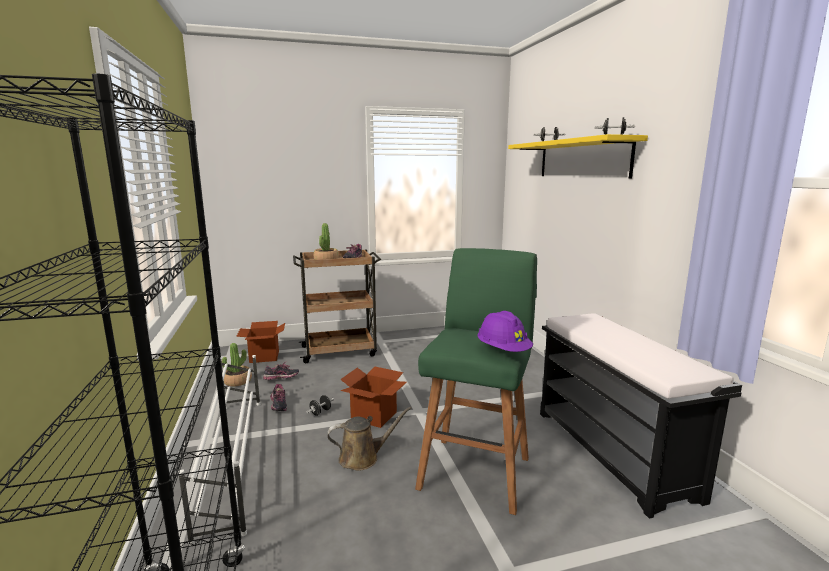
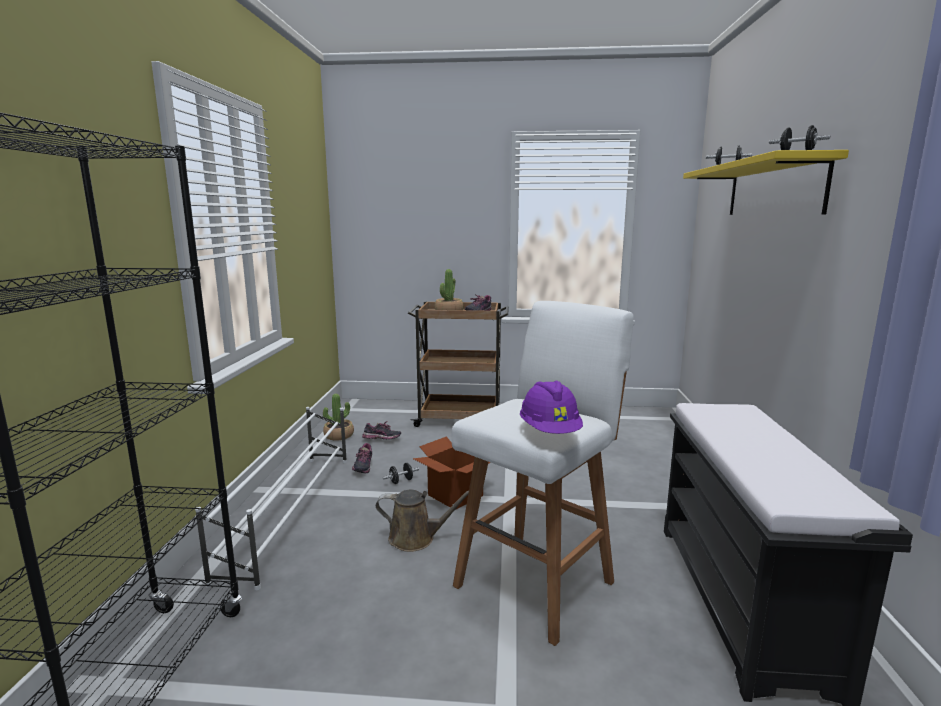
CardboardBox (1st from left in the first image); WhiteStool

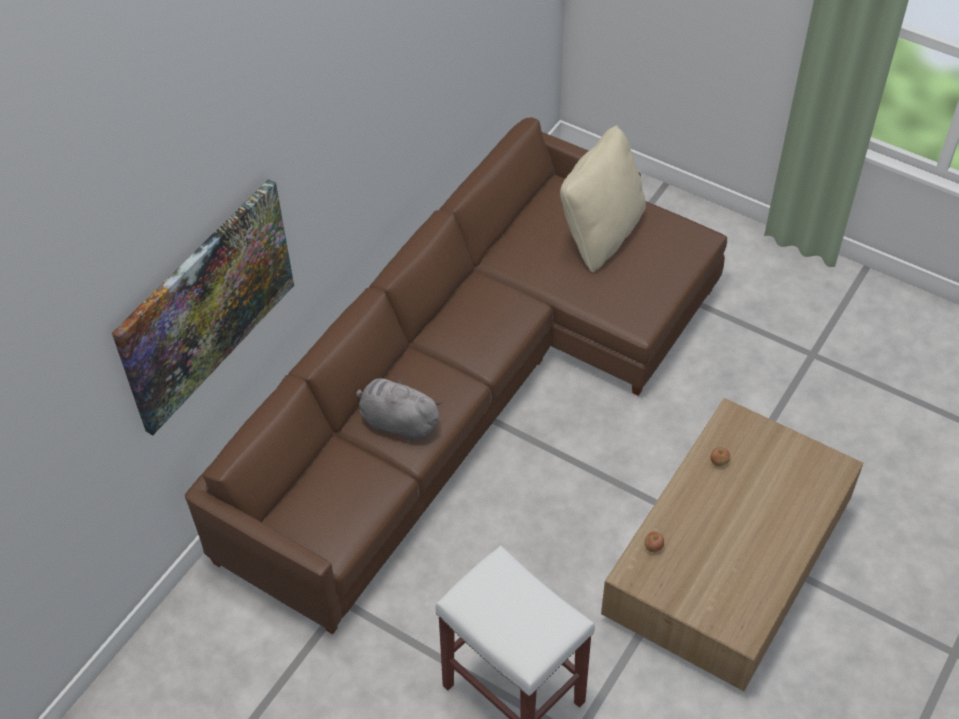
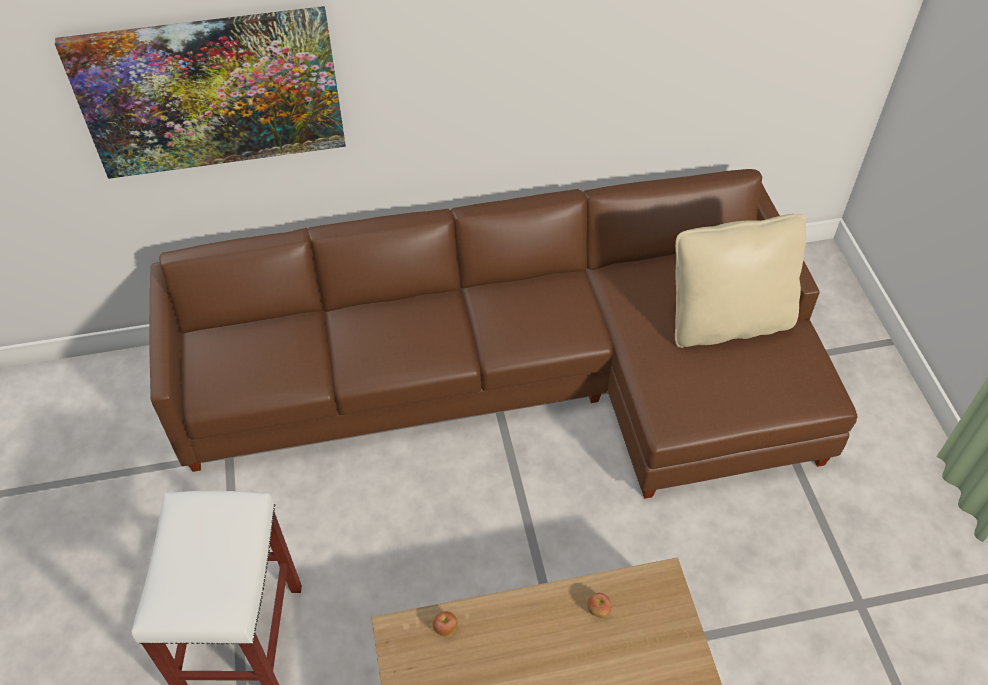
GreyPlushToy

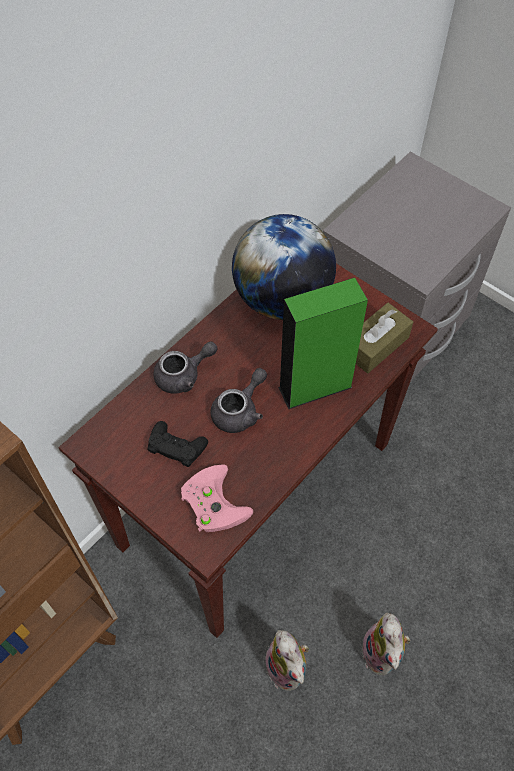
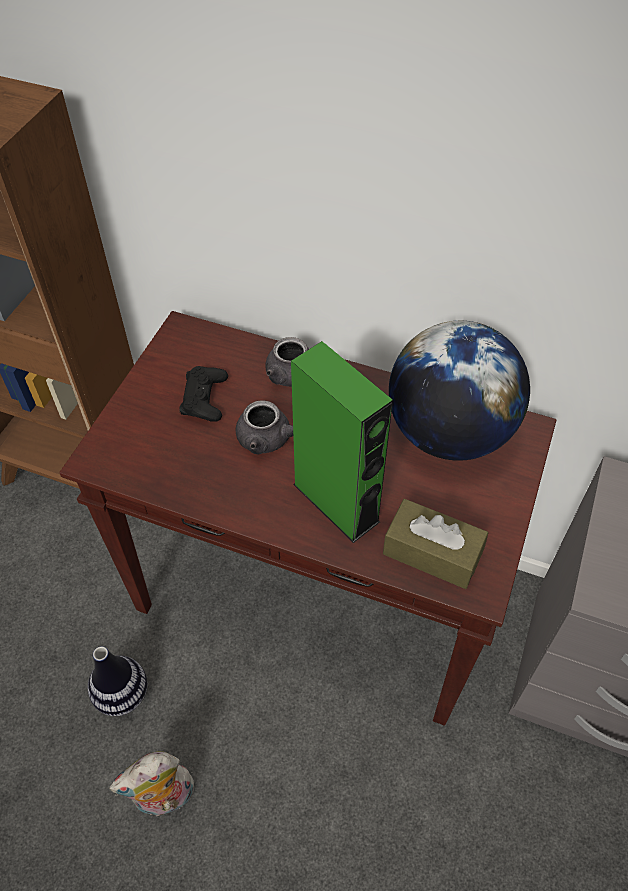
PinkGameController; Vase

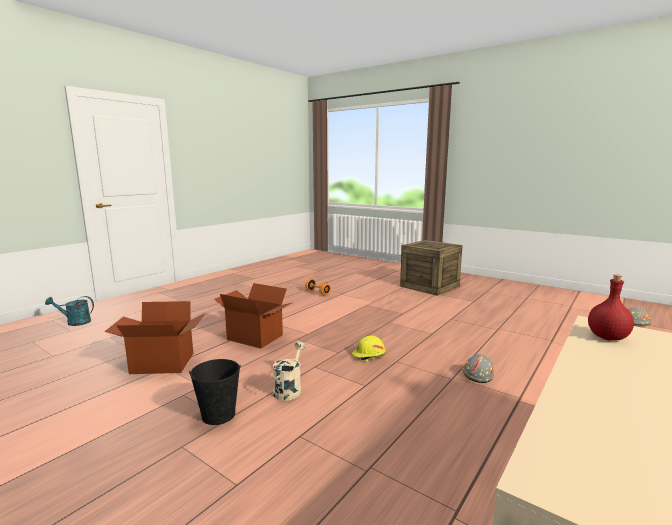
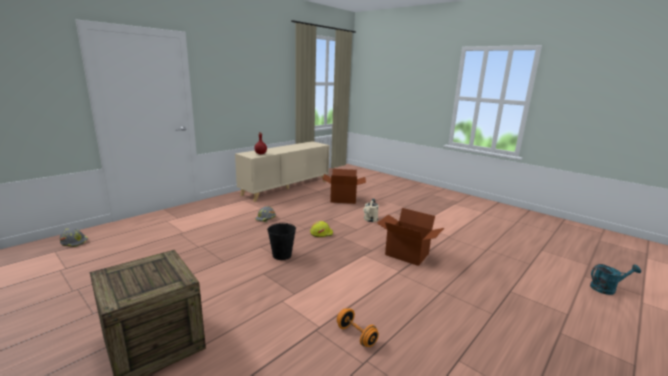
CardboardBox (1st from left); BlackBucket

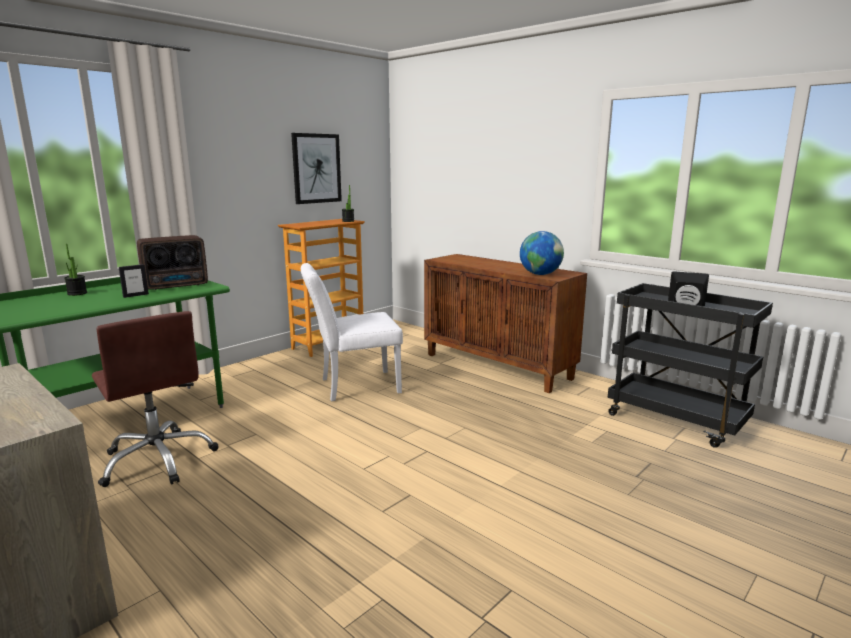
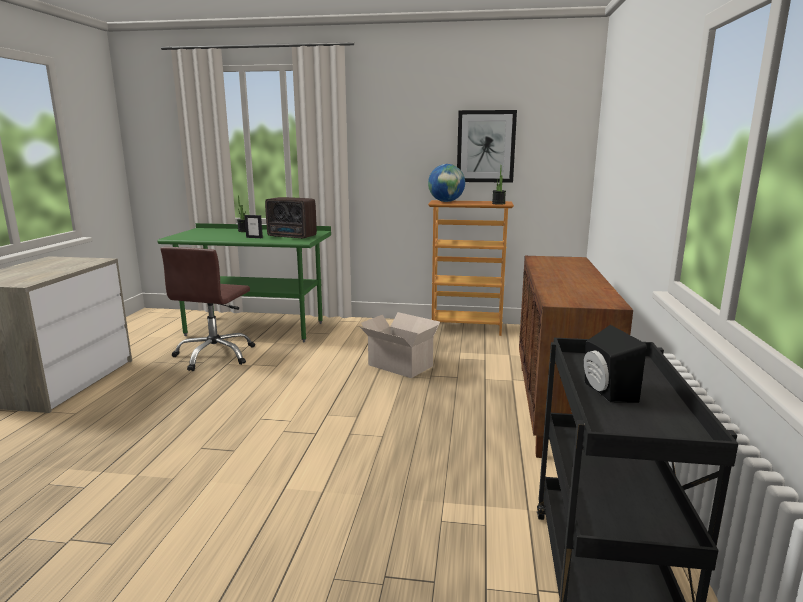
Globe; CardboardBox

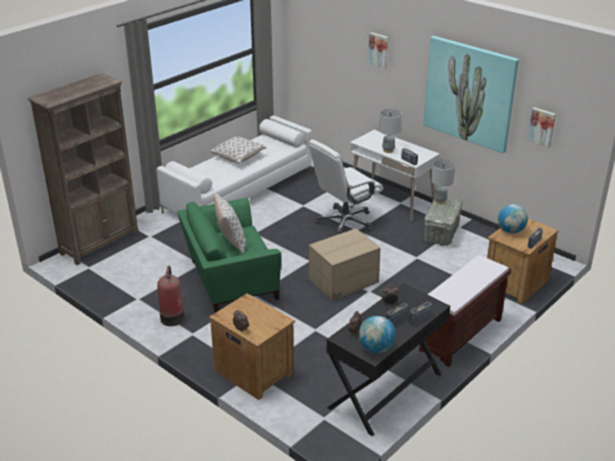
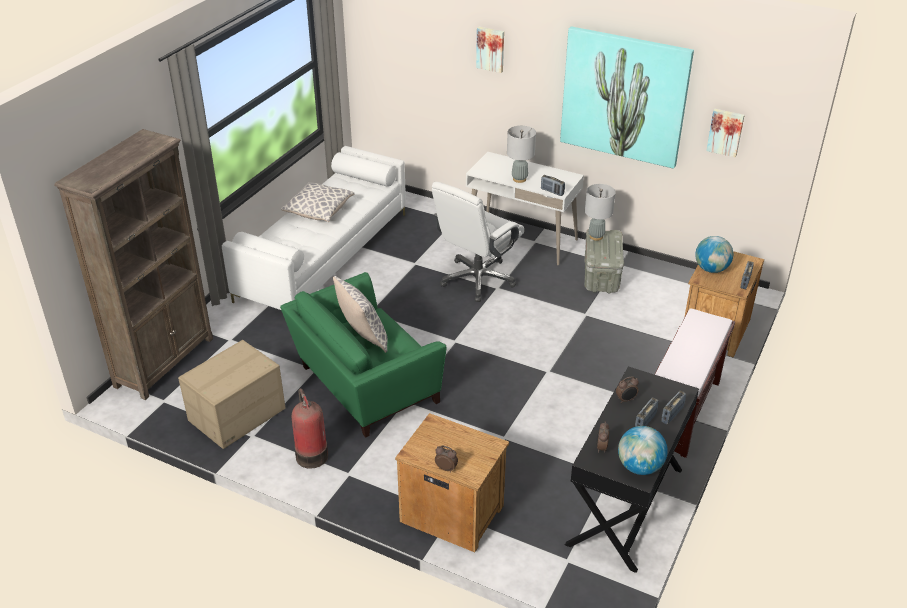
CardboardBox

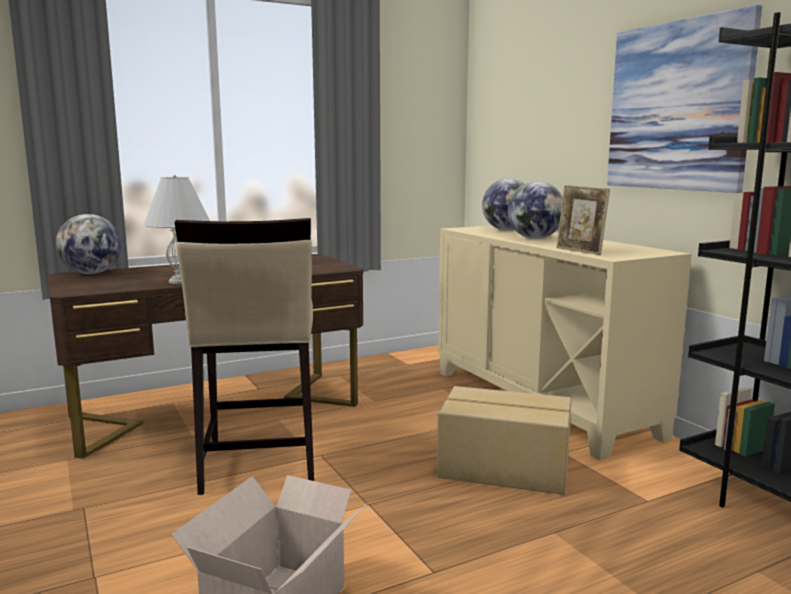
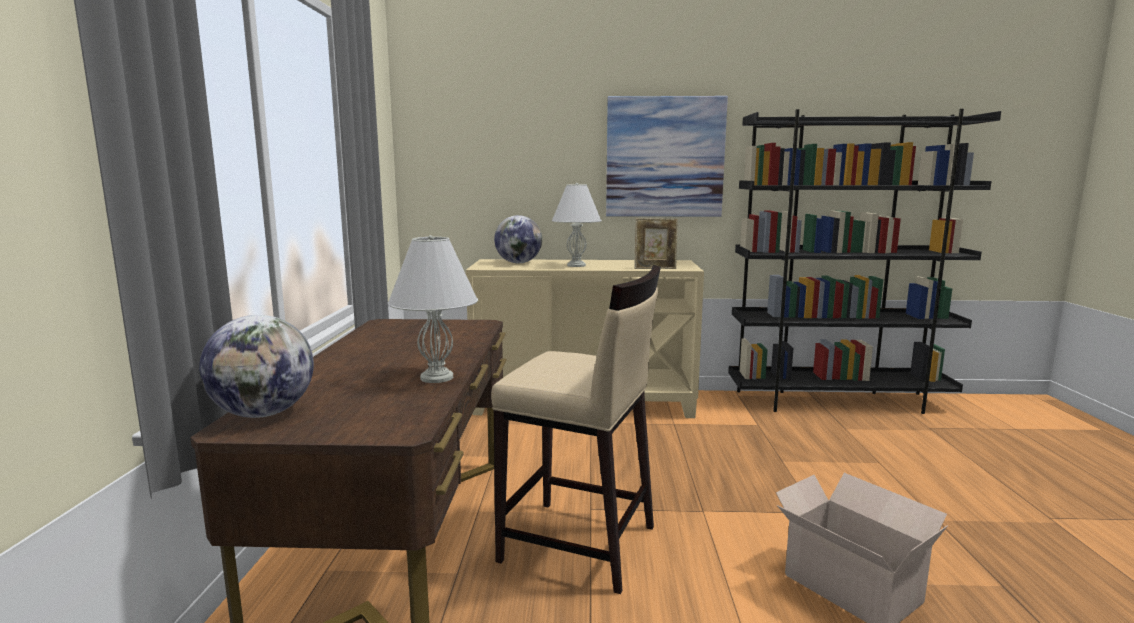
CardboardBox (2nd from left in the first image); WhiteTableLamp (2nd from left)

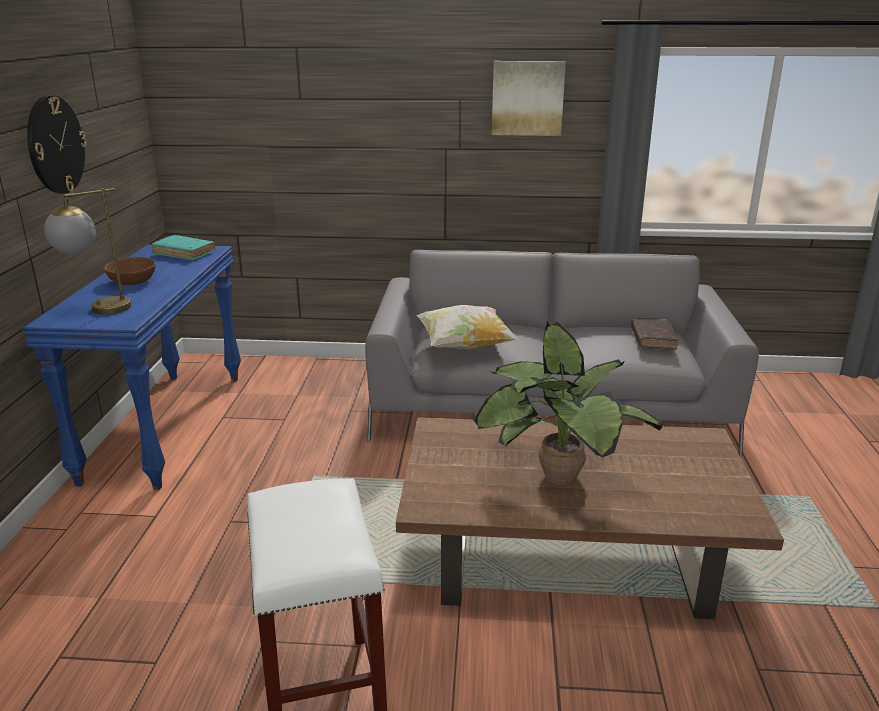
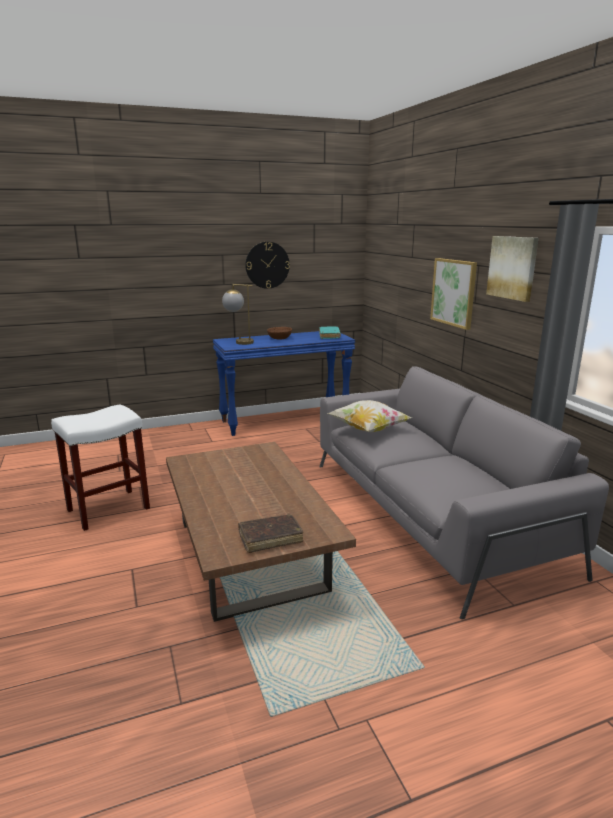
PottedPlant; Picture (1st from left); BrownBook

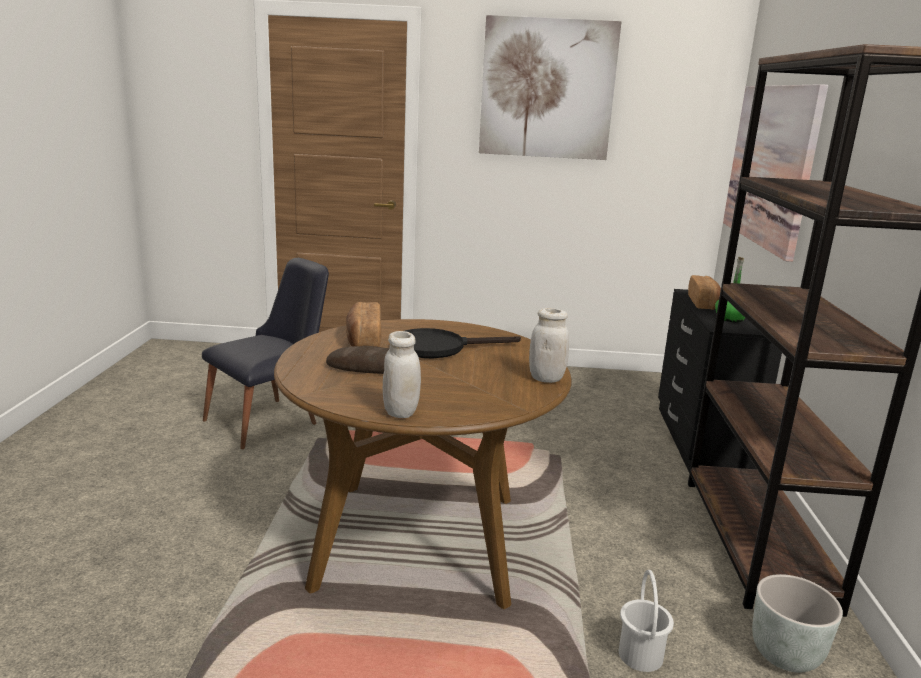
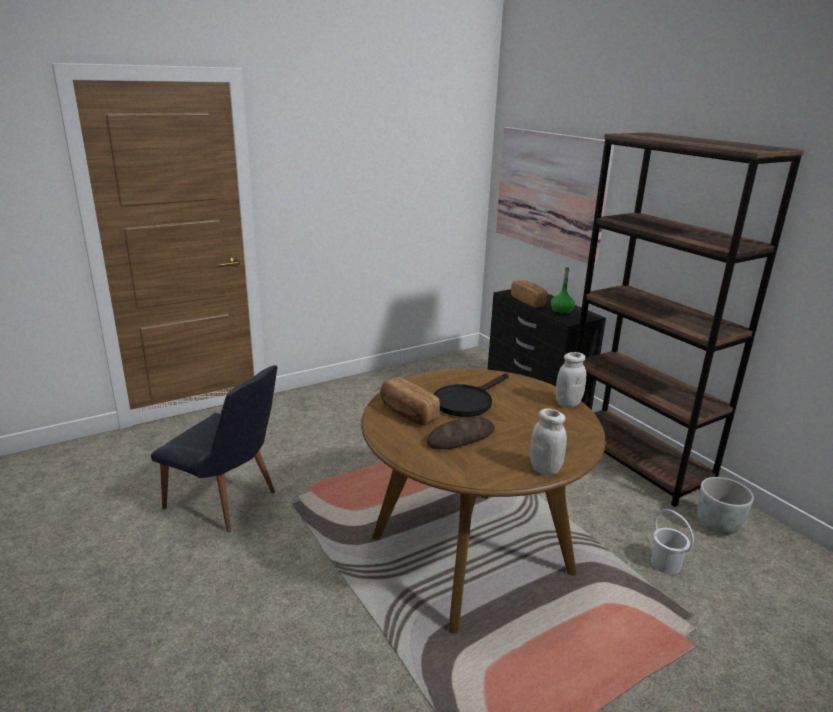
Picture (1st from left in the first image); BlackChair

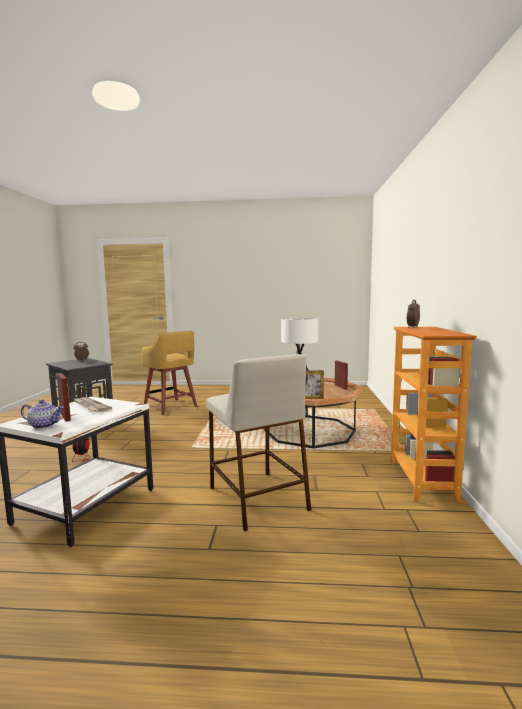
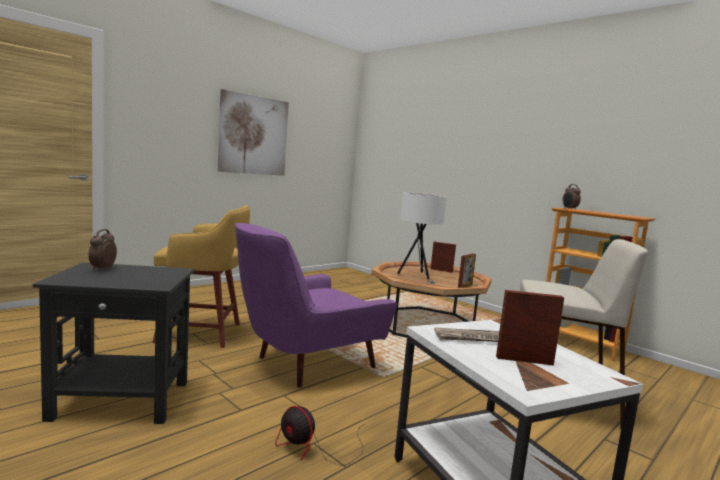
Teapot; Picture; PurpleArmchair

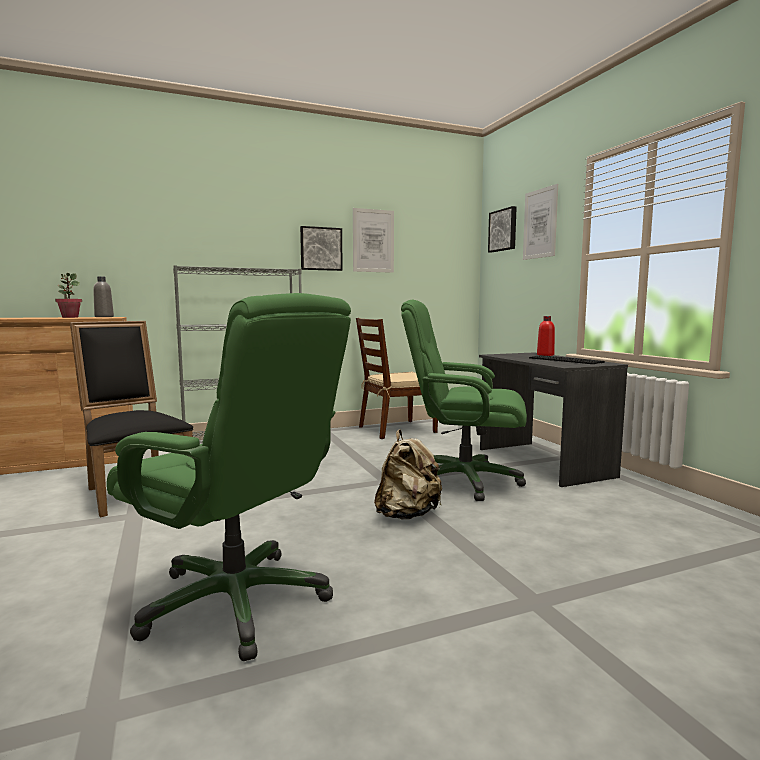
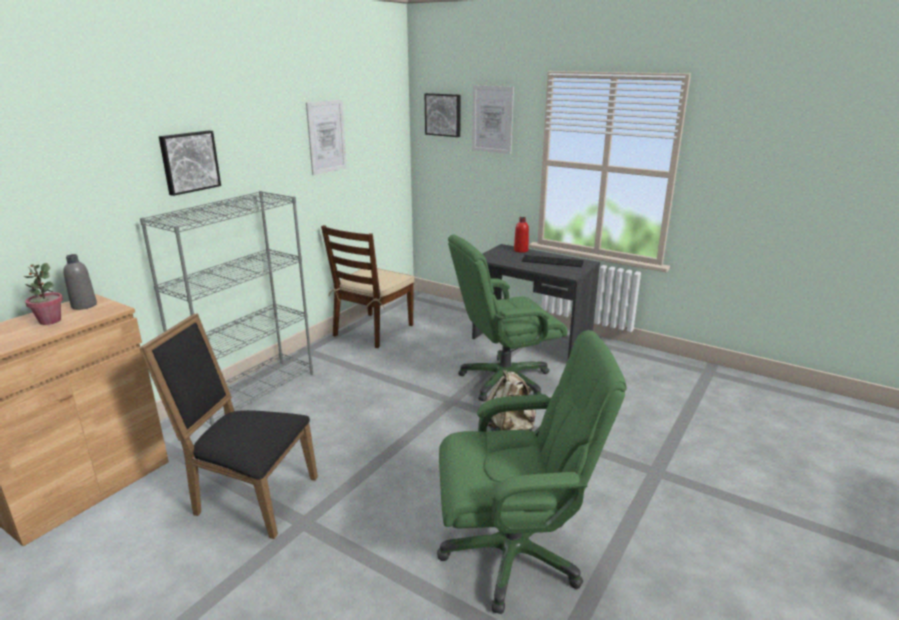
Picture (1st from left)

